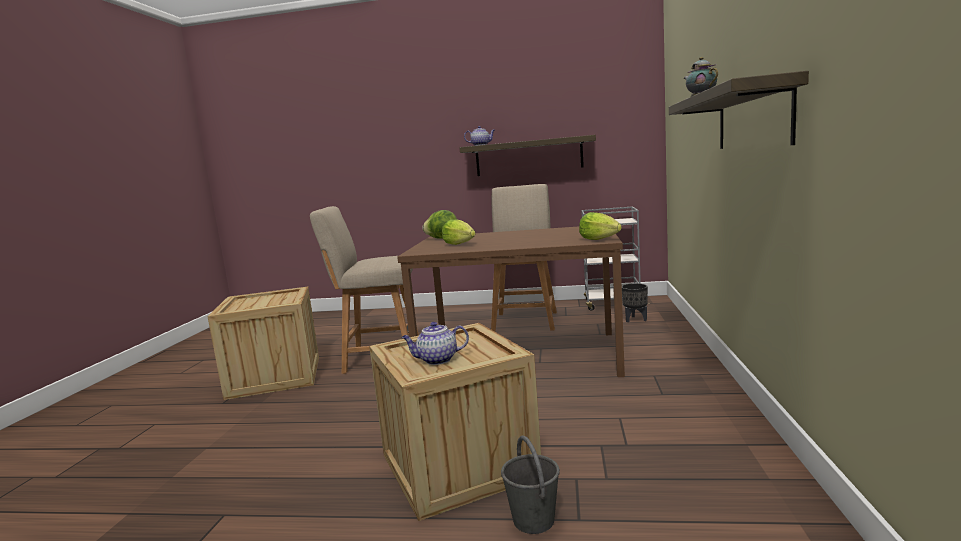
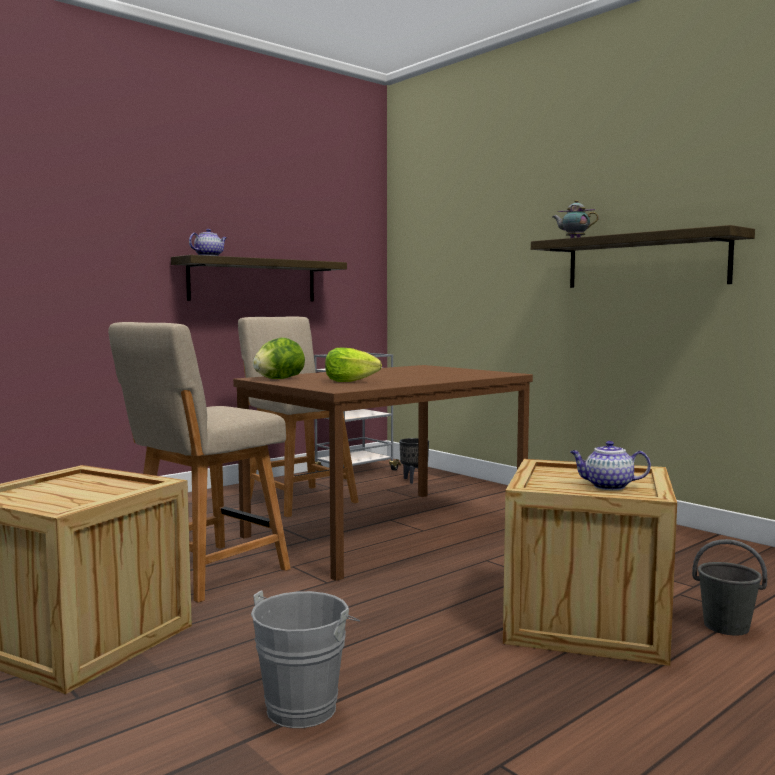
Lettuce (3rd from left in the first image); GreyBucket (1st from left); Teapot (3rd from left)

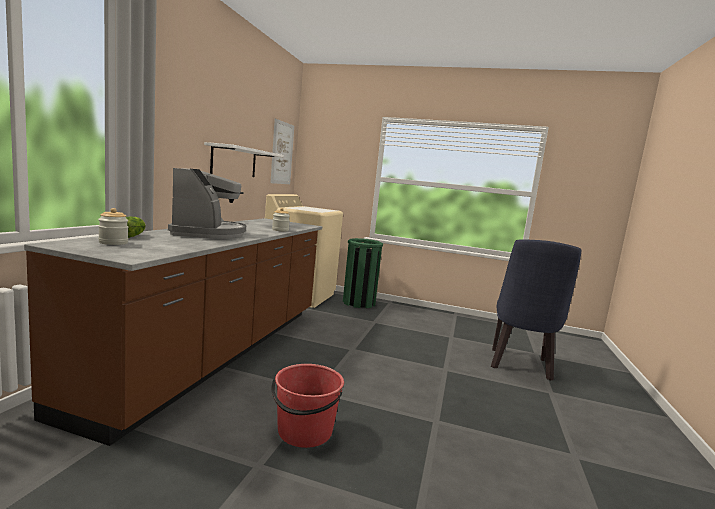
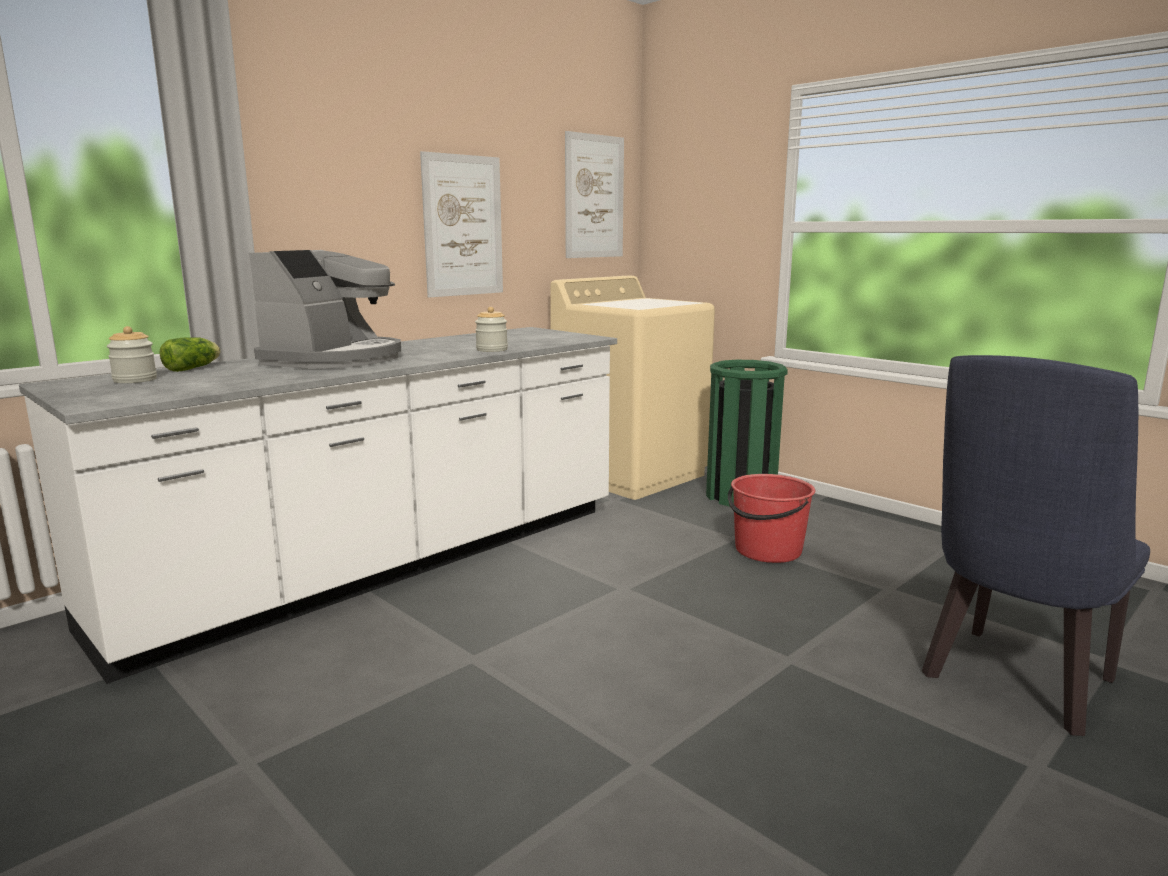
RedBucket; Picture (1st from left); WhiteCounter

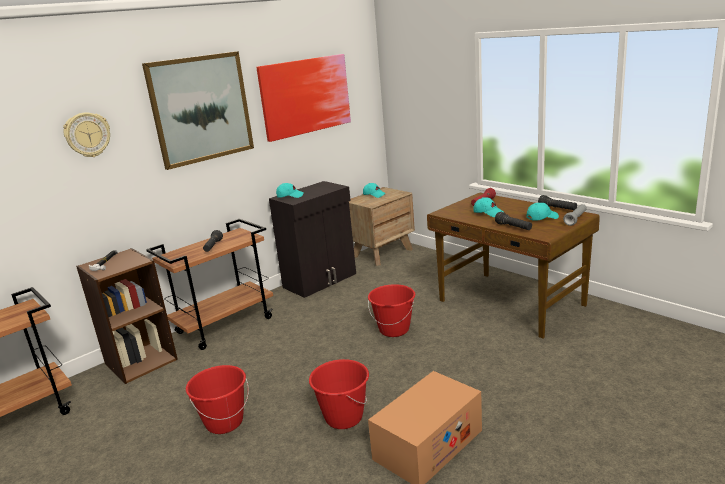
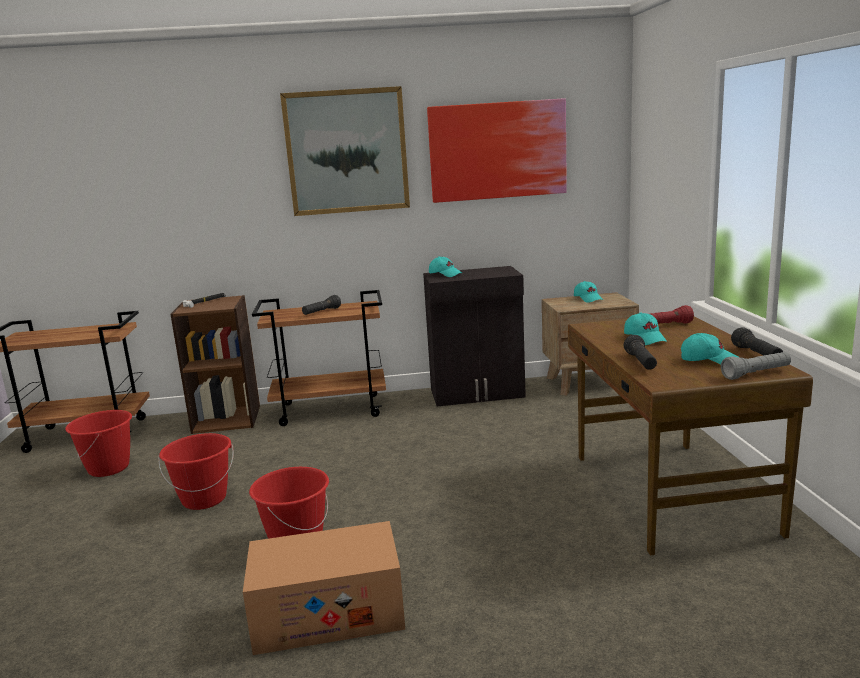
WallClock; RedBucket (1st from left)

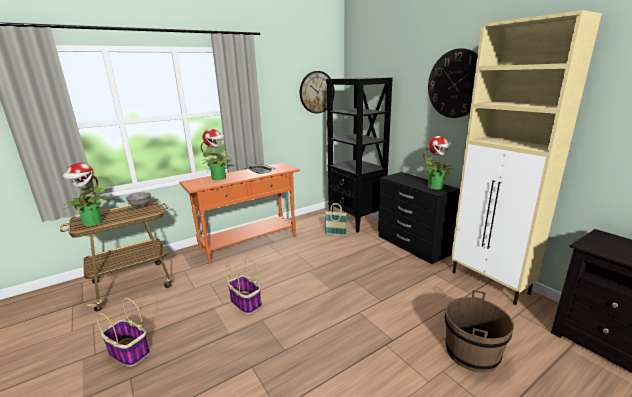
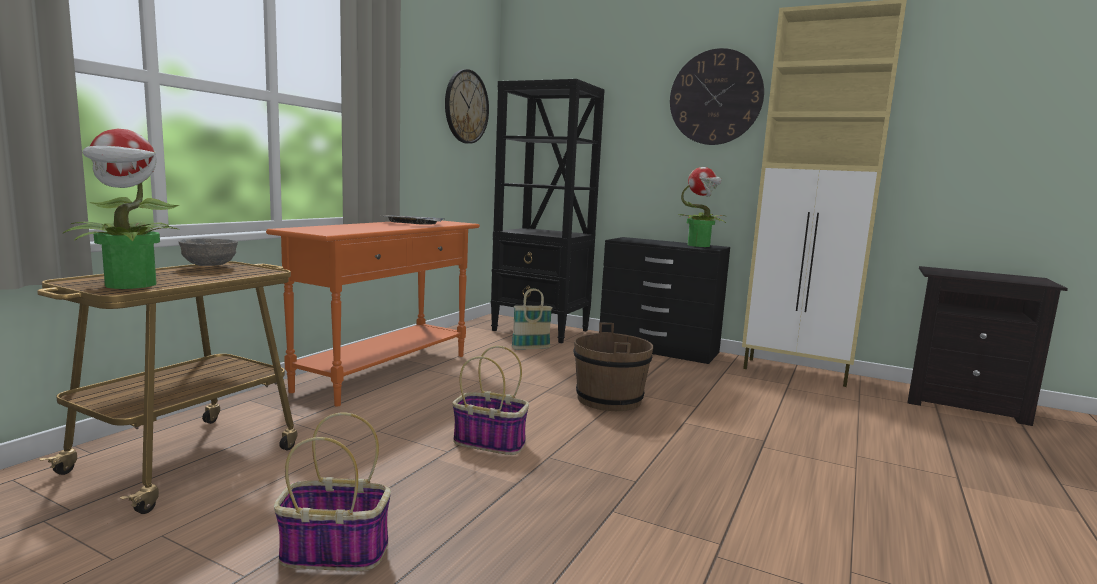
PottedPlant (2nd from left in the first image); BrownBucket

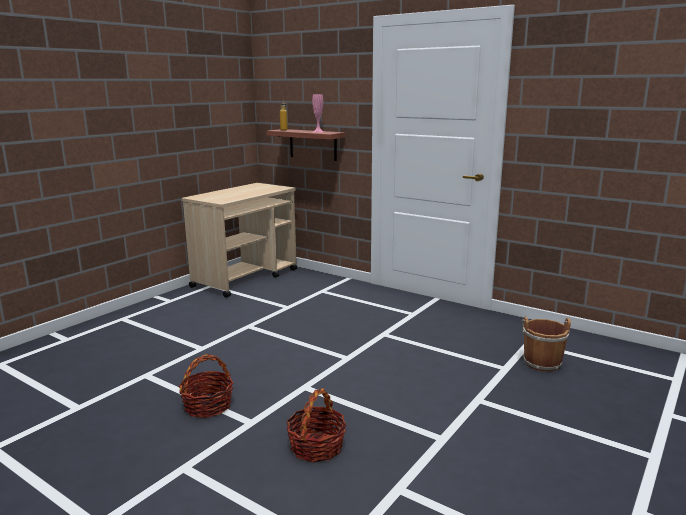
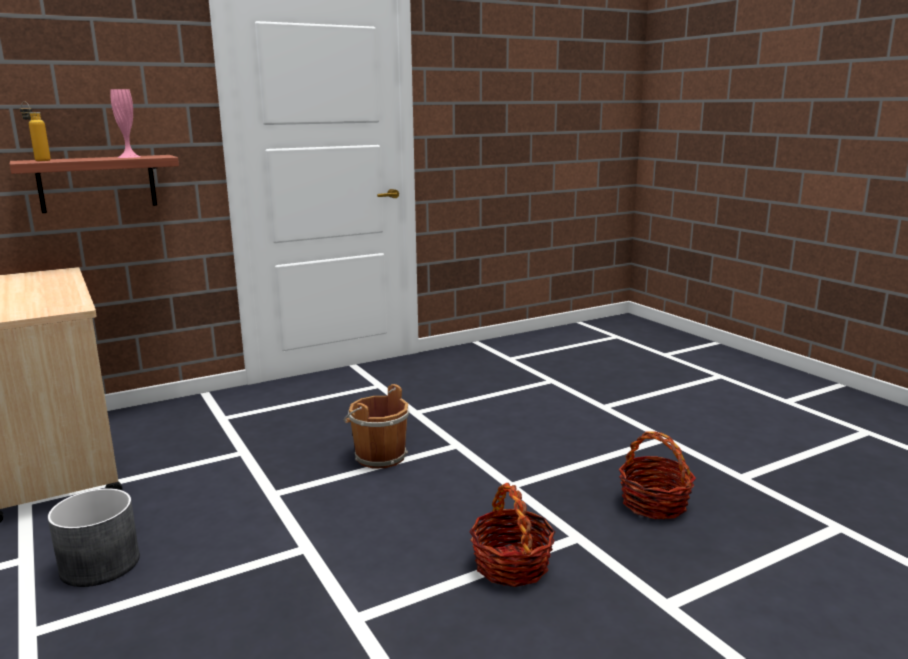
GreyPlanter; BrownBucket

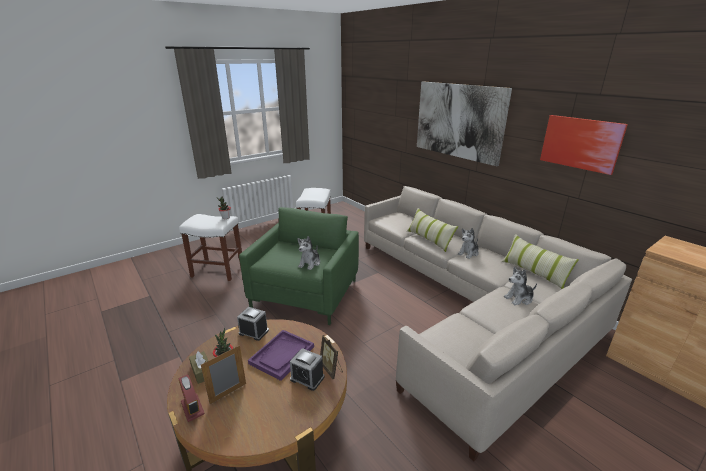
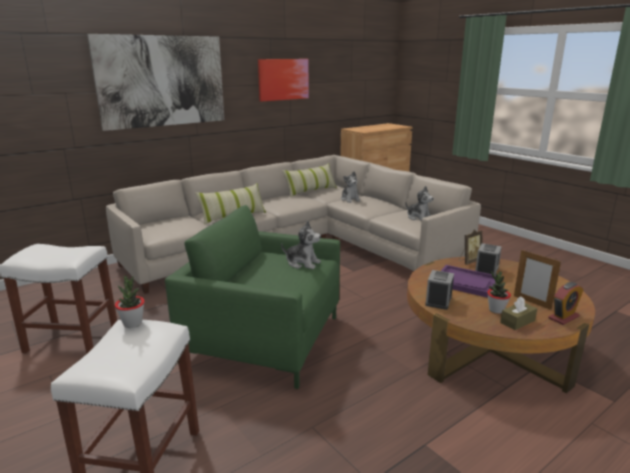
PlushToy (3rd from left)

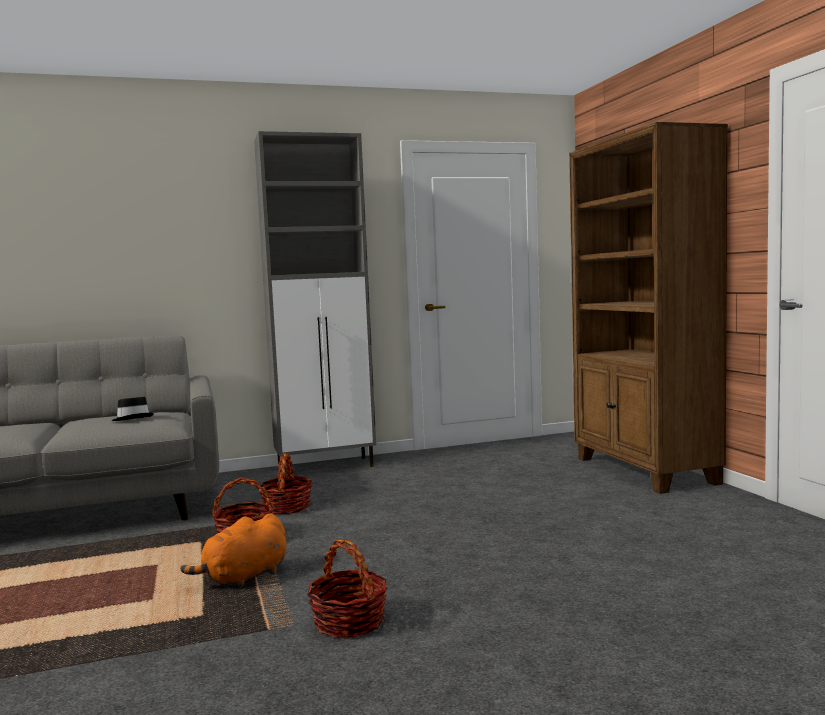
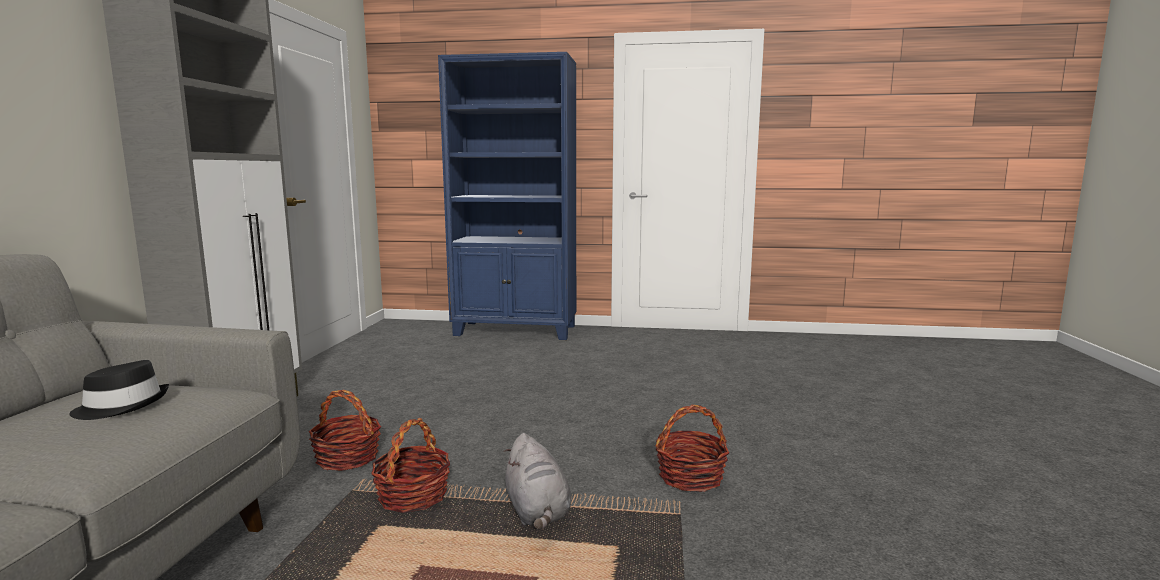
GreyPlushToy; BlueBookcase

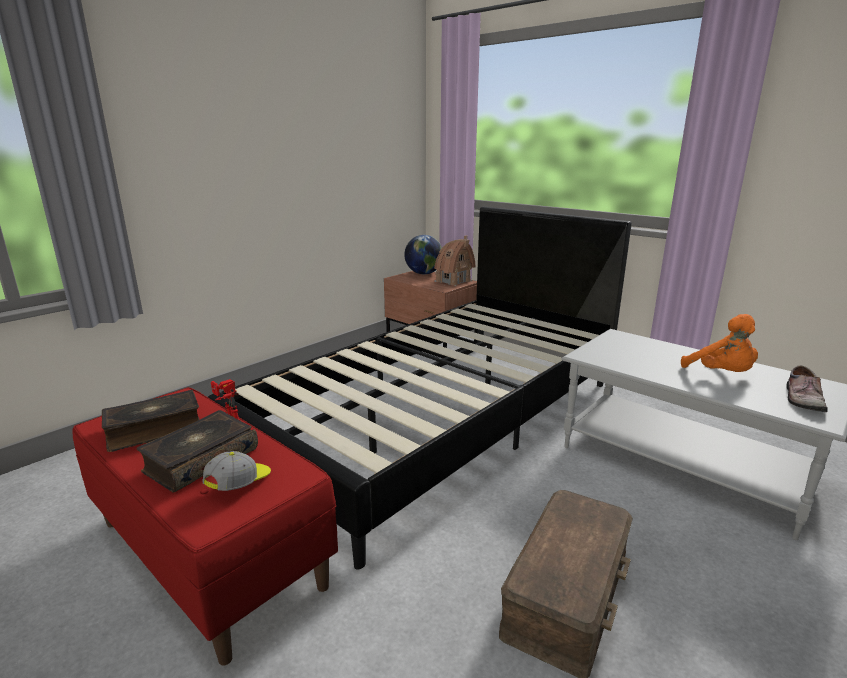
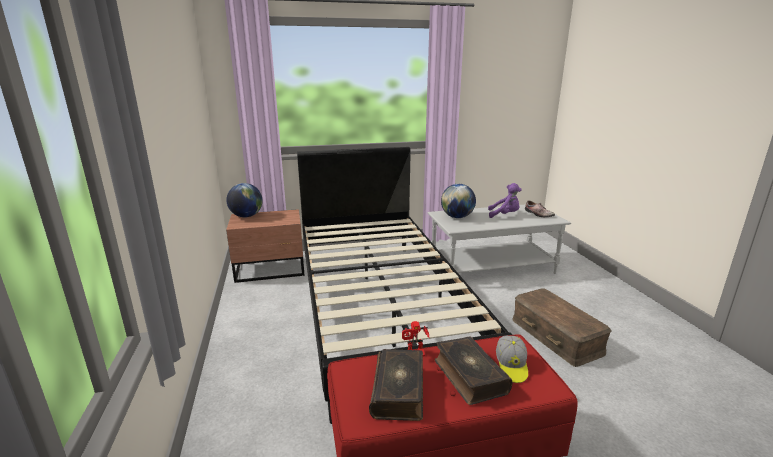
ToyHouse; Globe (2nd from left); PurplePlushToy; Cap

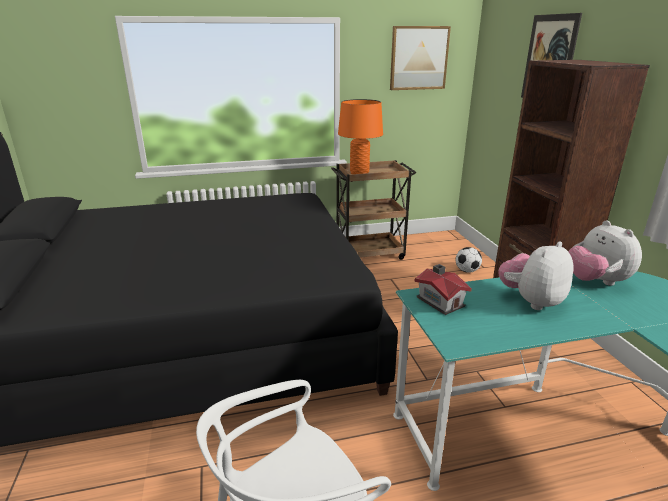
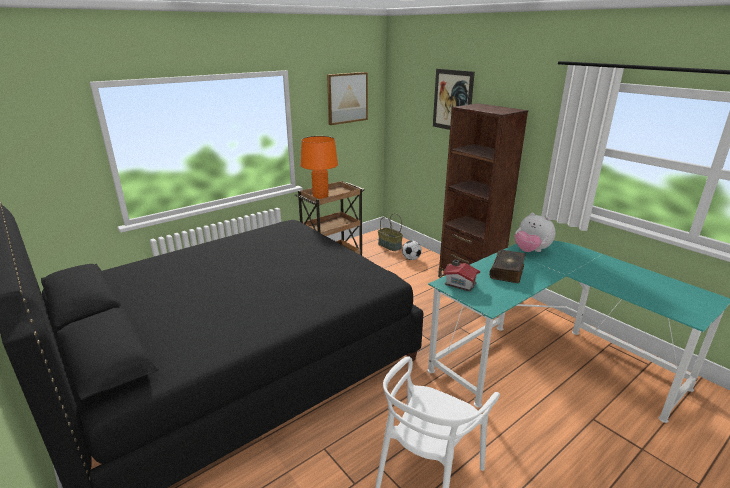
Basket; Book

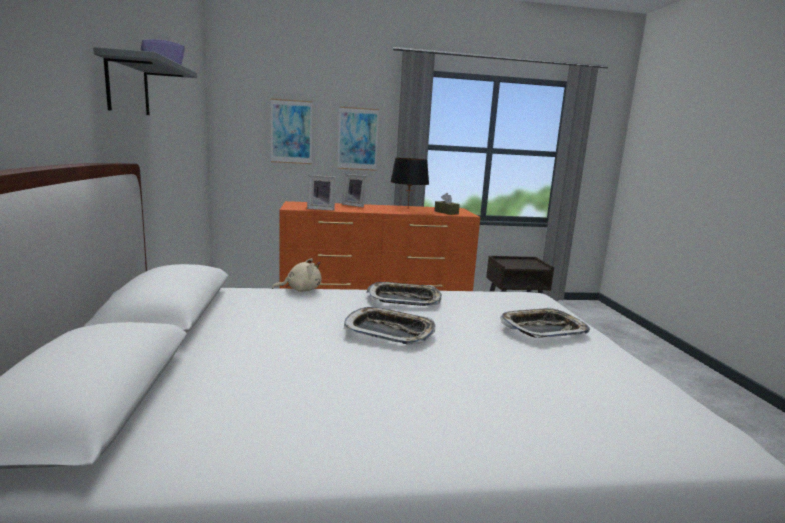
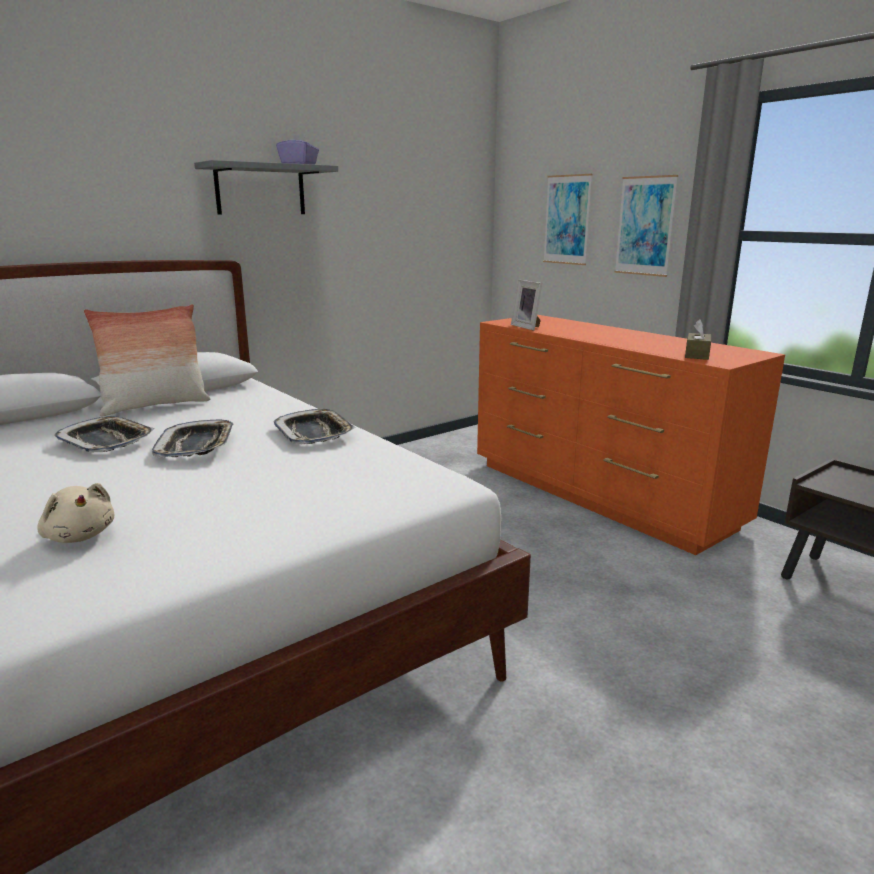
PictureFrame (2nd from left in the first image); BlackTableLamp; Pillow; BeigePlushToy; Tray (1st from left)

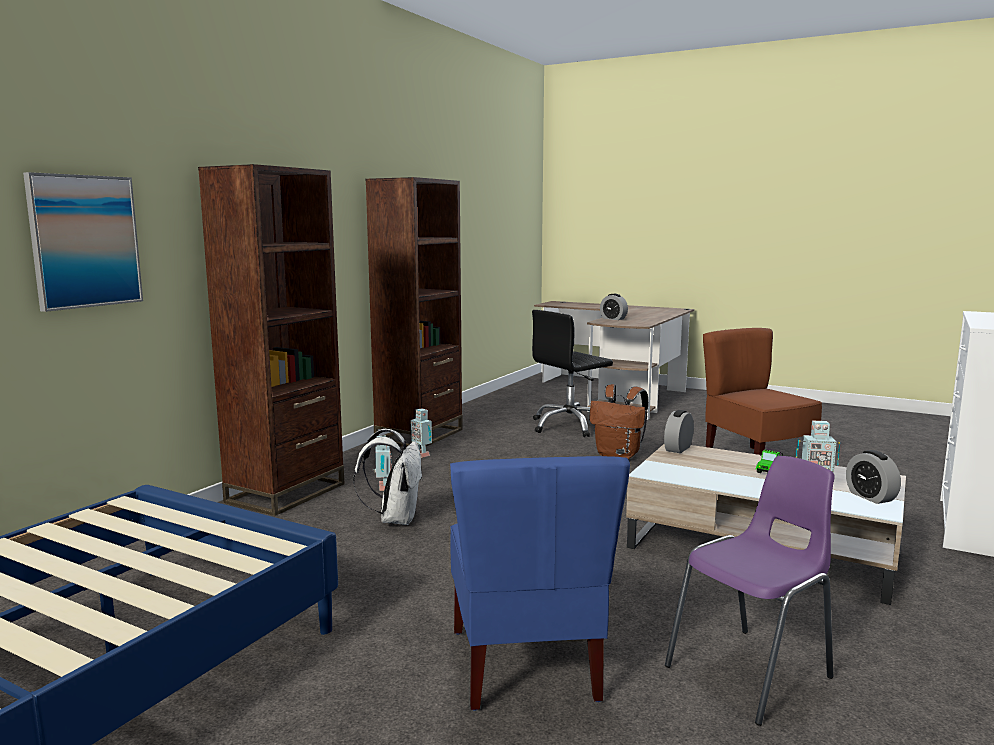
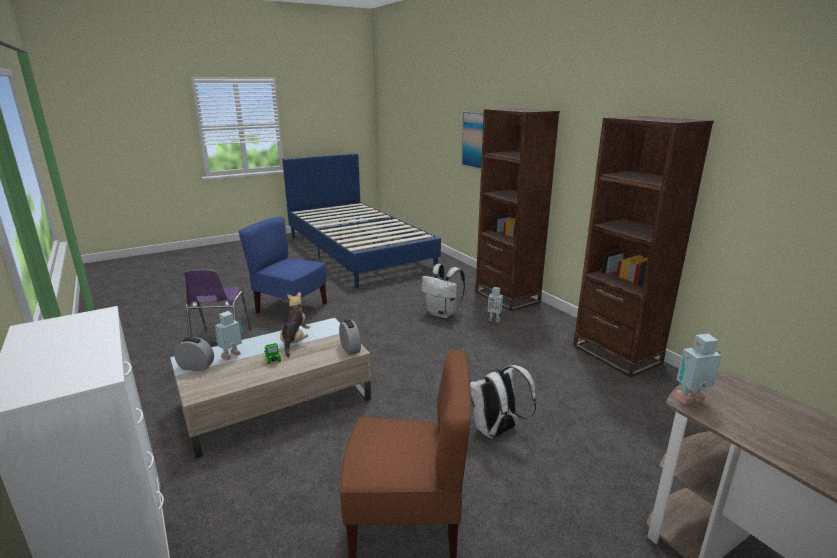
BlackOfficeChair; AlarmClock (1st from left in the first image); PlushToy; ToyRobot (3rd from left); WhiteBackpack (2nd from left)

